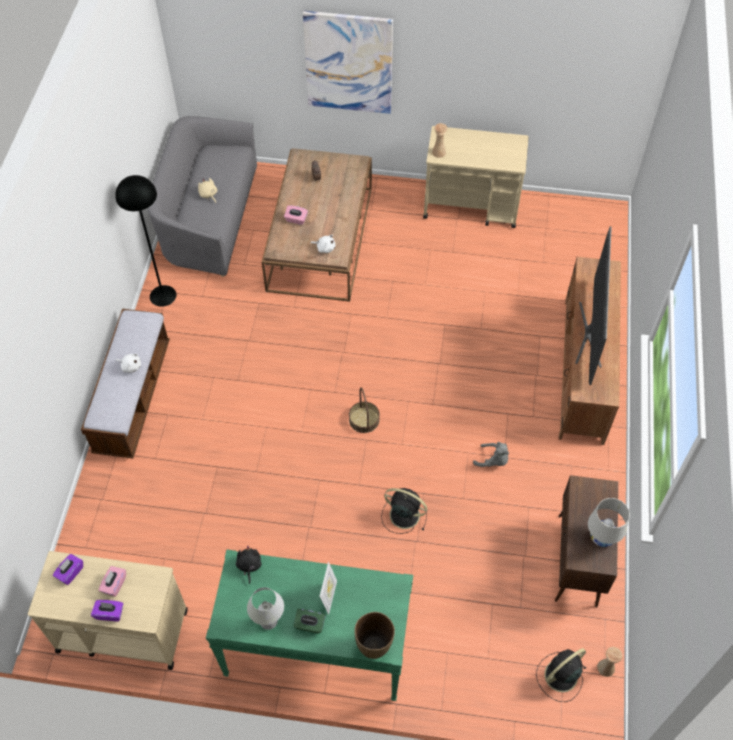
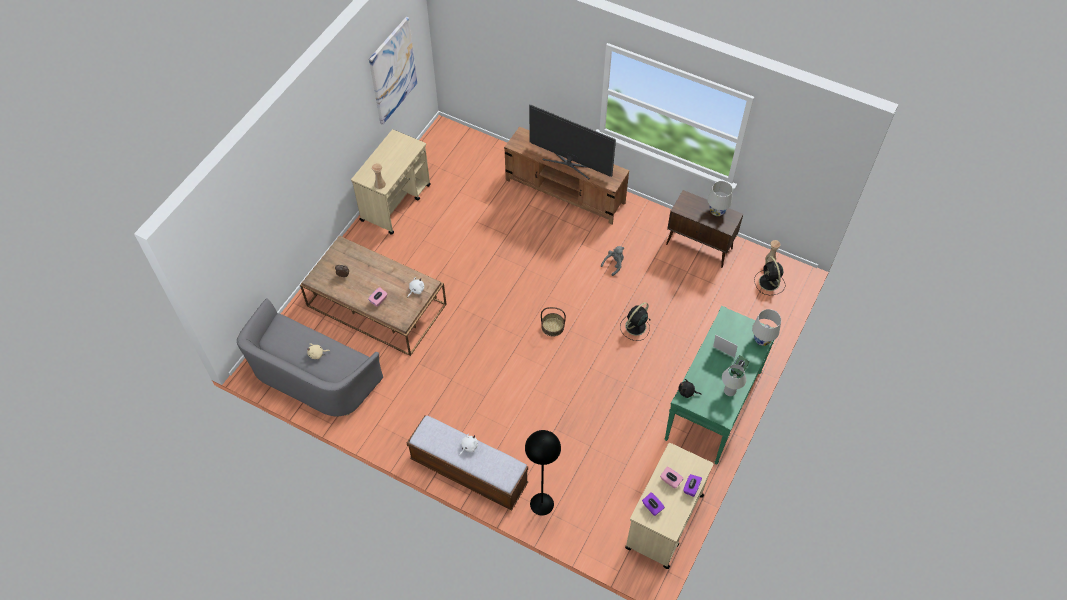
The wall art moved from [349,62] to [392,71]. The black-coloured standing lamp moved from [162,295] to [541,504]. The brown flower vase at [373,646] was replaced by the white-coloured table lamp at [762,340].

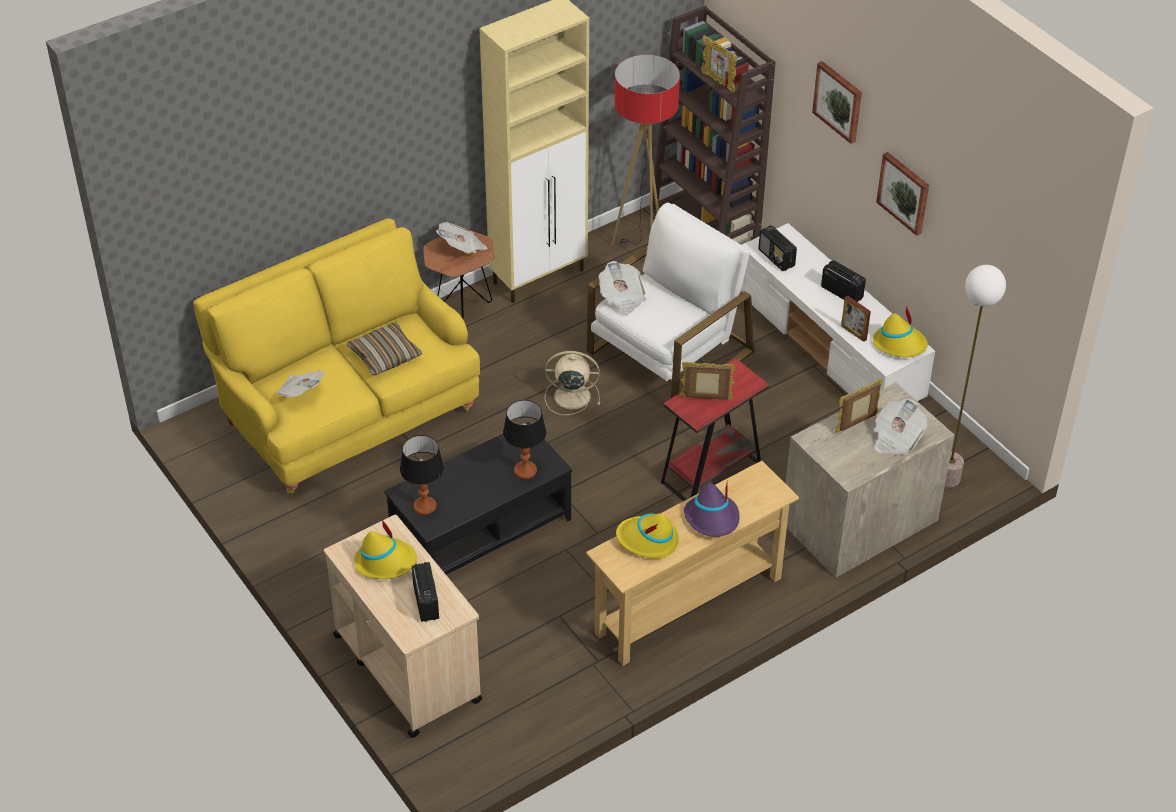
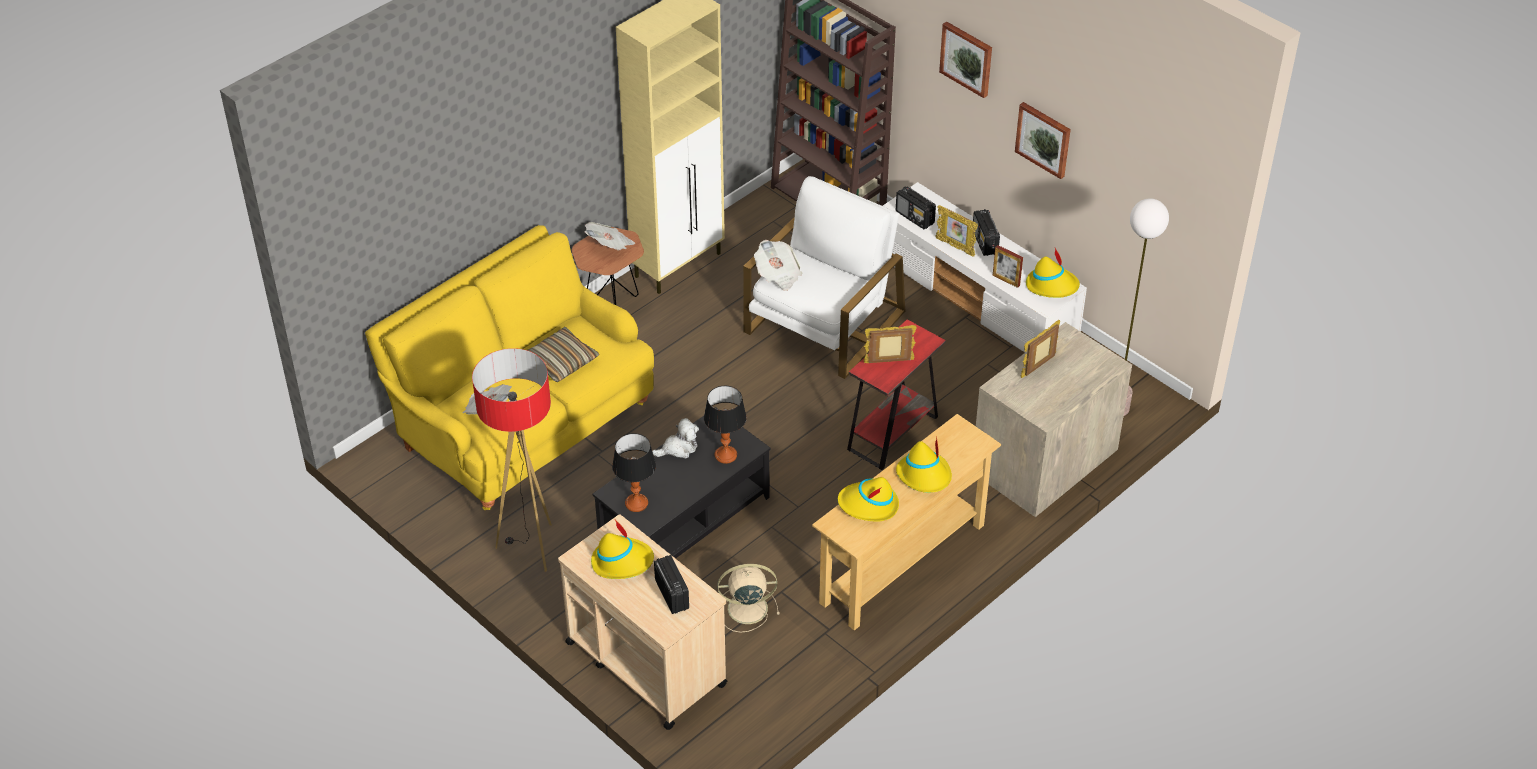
The standing lamp moved from [641,249] to [530,548]. The cuddly toy at [678,448] appeared. The sand-coloured electric fan moved from [570,396] to [745,608]. The purple-coloured wearable hat at [712,518] became the yellow wearable hat at [924,475]. The picture frame moved from [718,82] to [955,247]. The radio receiver at [841,292] turned 135 degrees counterclockwise. The daily paper at [896,438] disappeared.

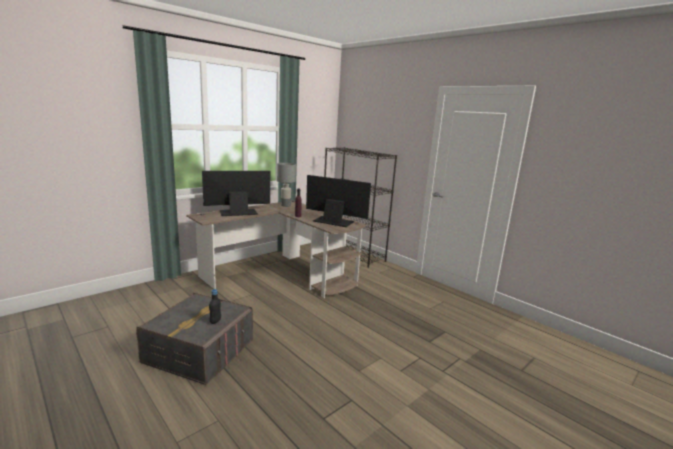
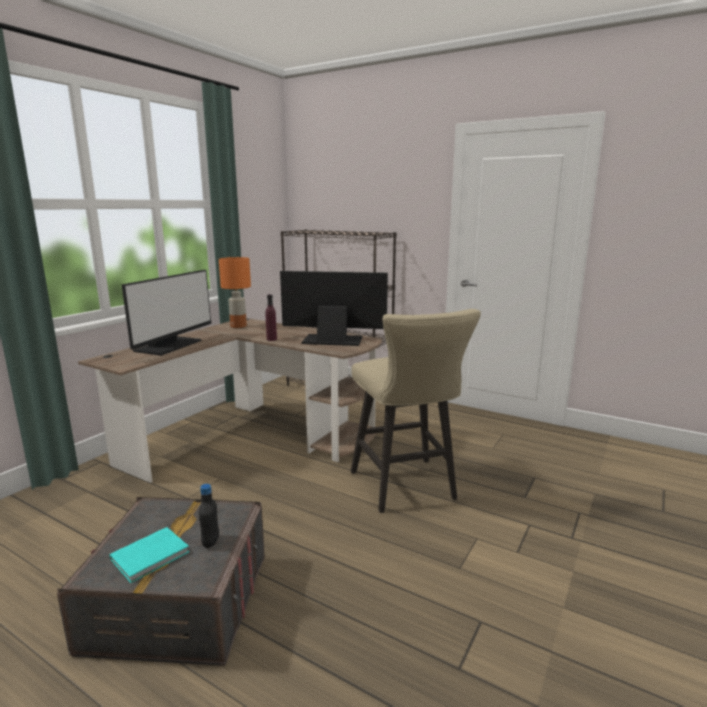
The turquoise-coloured bound book at [152,556] appeared. The computer screen at [238,212] turned 150 degrees clockwise. The grey table lamp at [285,205] became the orangey table lamp at [238,326]. The sand-coloured stool seat at [406,489] appeared.

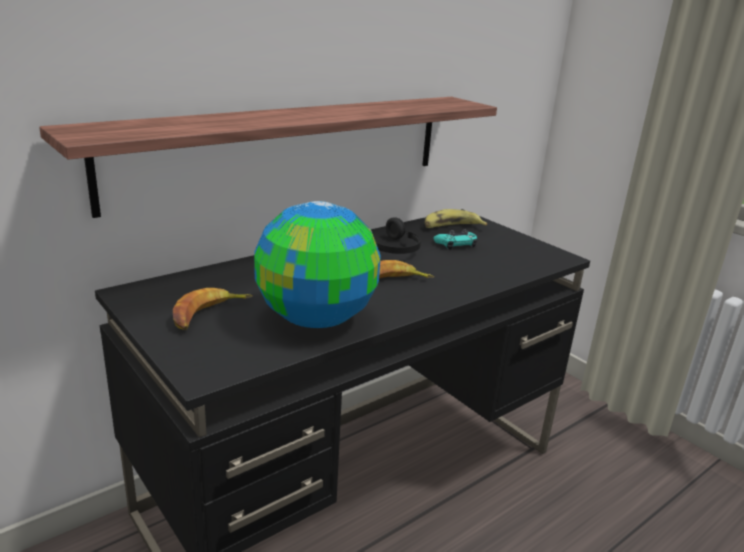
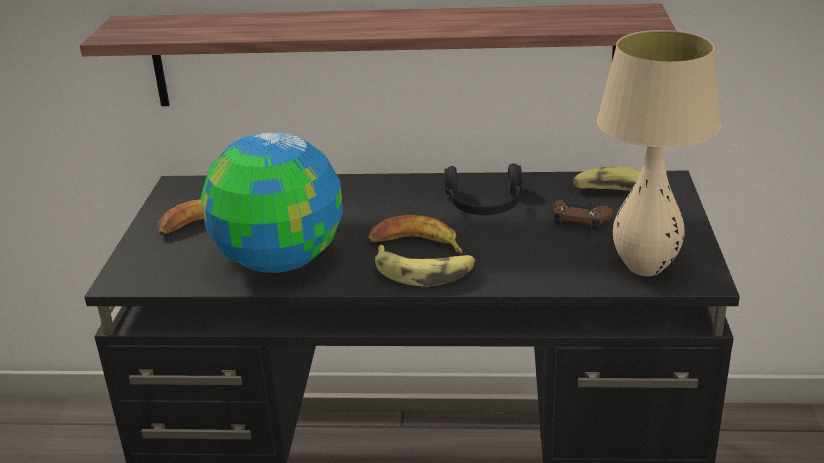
The banana fruit at [424,272] appeared. The turquoise-coloured gamepad at [456,244] became the brown gamepad at [580,219]. The sand-coloured table lamp at [645,268] appeared.

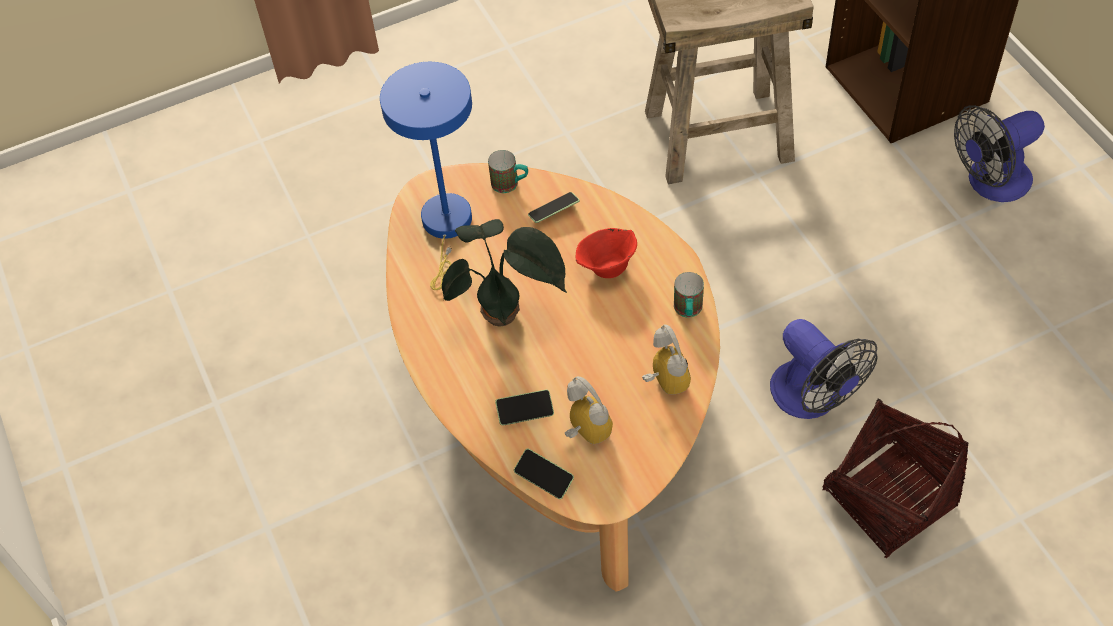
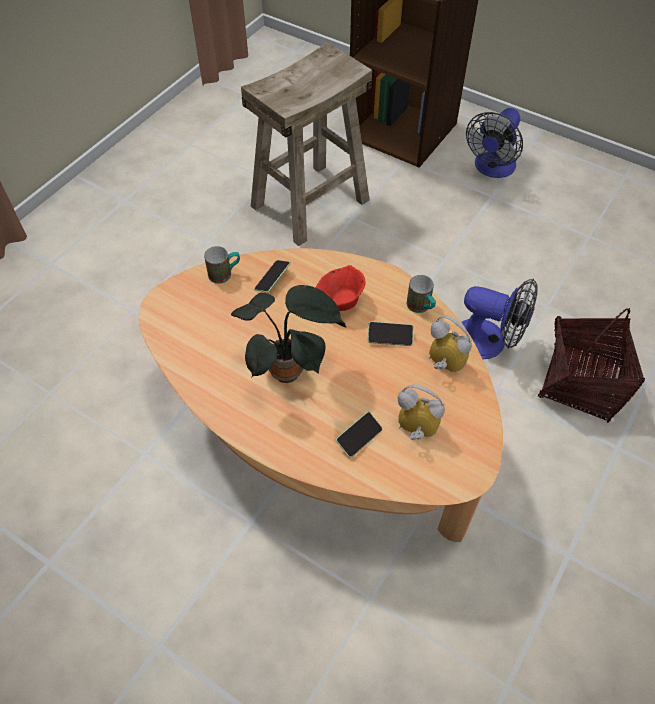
The phone moved from [544,477] to [390,337]. The bluish table lamp at [447,227] disappeared.

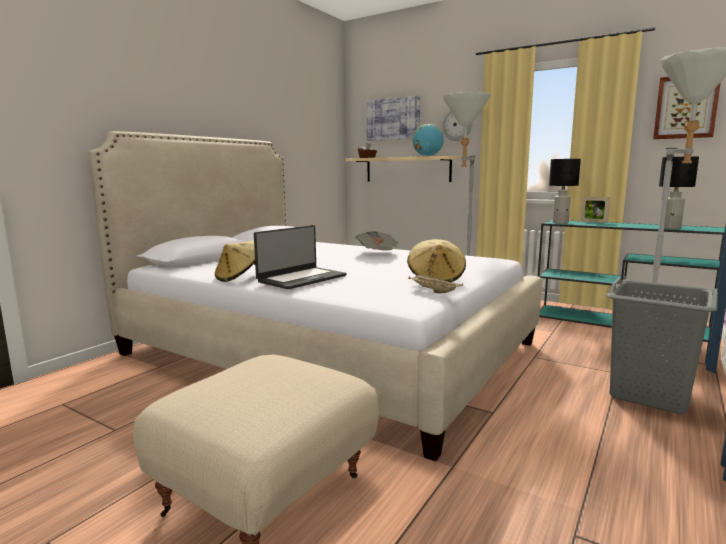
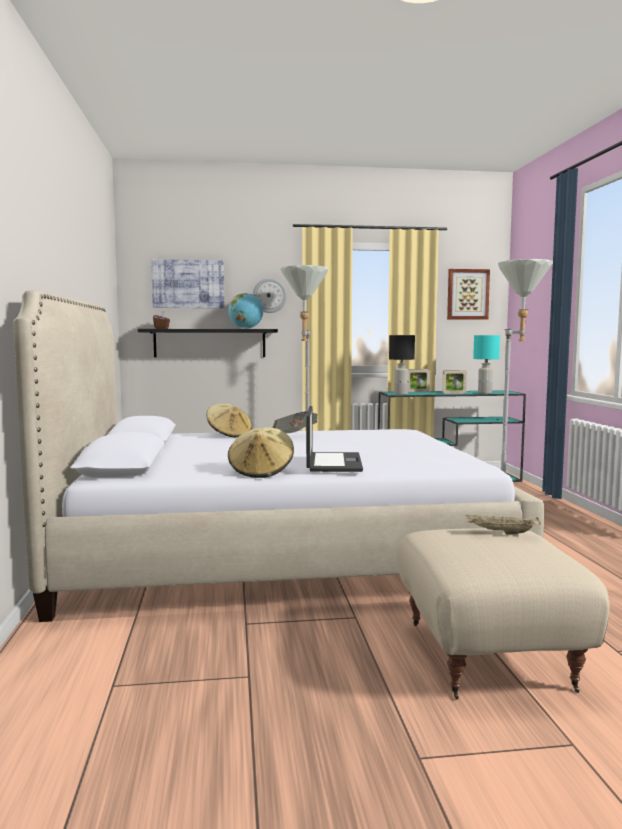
The sand-coloured shelf at [407,169] became the black-coloured shelf at [210,343]. The sand-coloured wearable hat moved from [436,278] to [229,435]. The picture frame at [454,393] appeared. The sand-coloured carrying tray moved from [433,291] to [501,533]. The black-coloured table lamp at [671,228] became the turquoise-coloured table lamp at [485,393]. The grey washing basket at [650,395] disappeared.

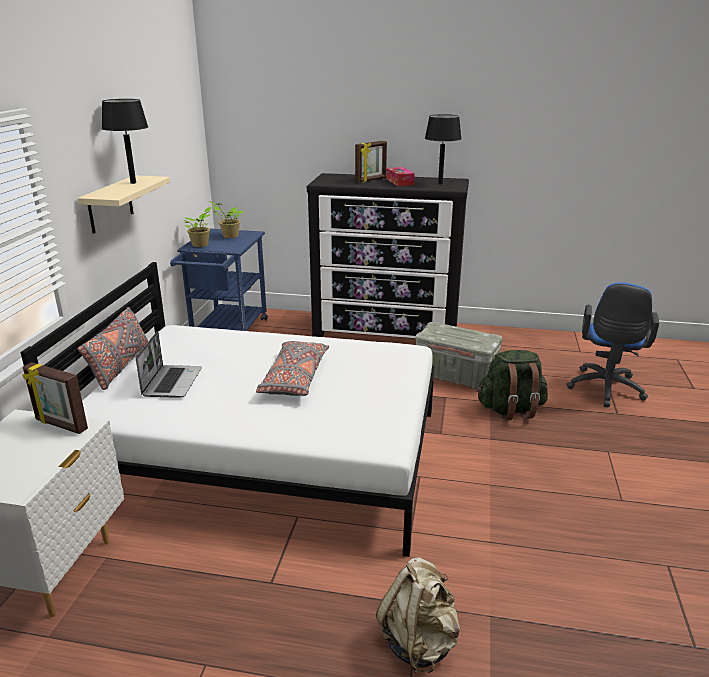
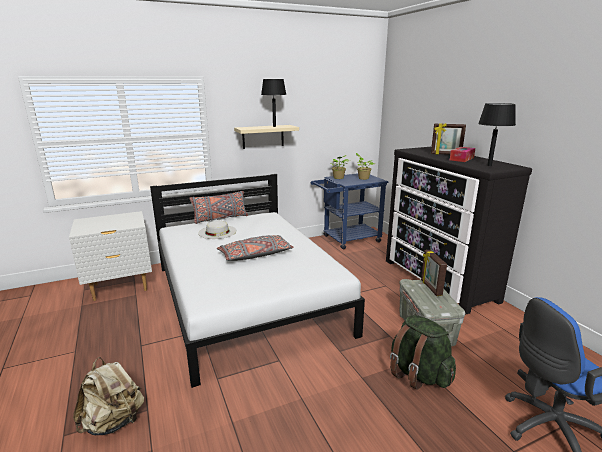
The laptop at [172,382] was replaced by the white-coloured wearable hat at [217,232]. The picture frame moved from [60,425] to [430,288].

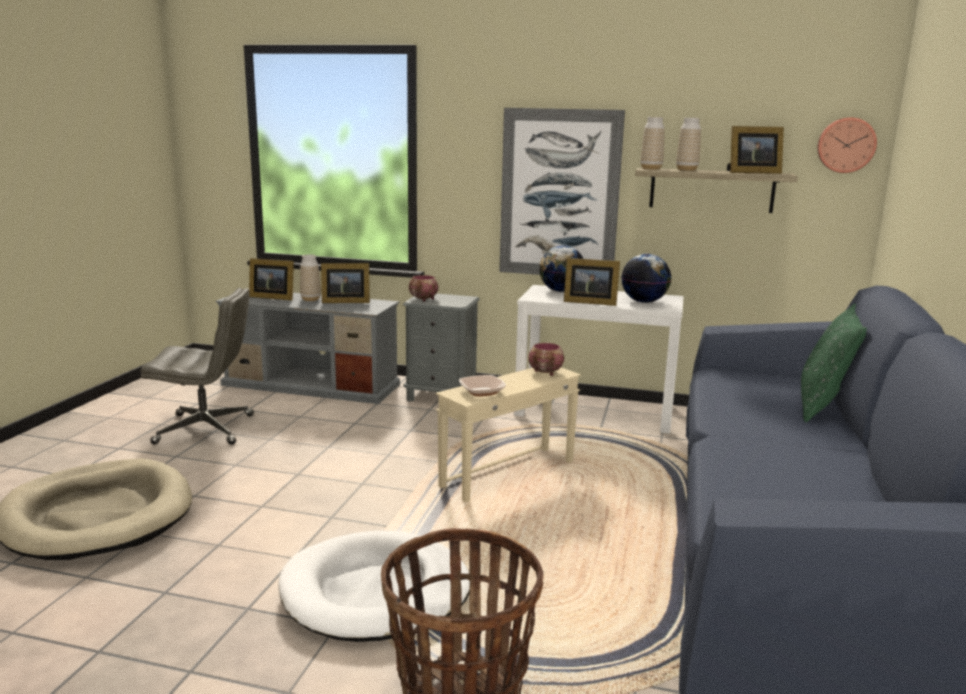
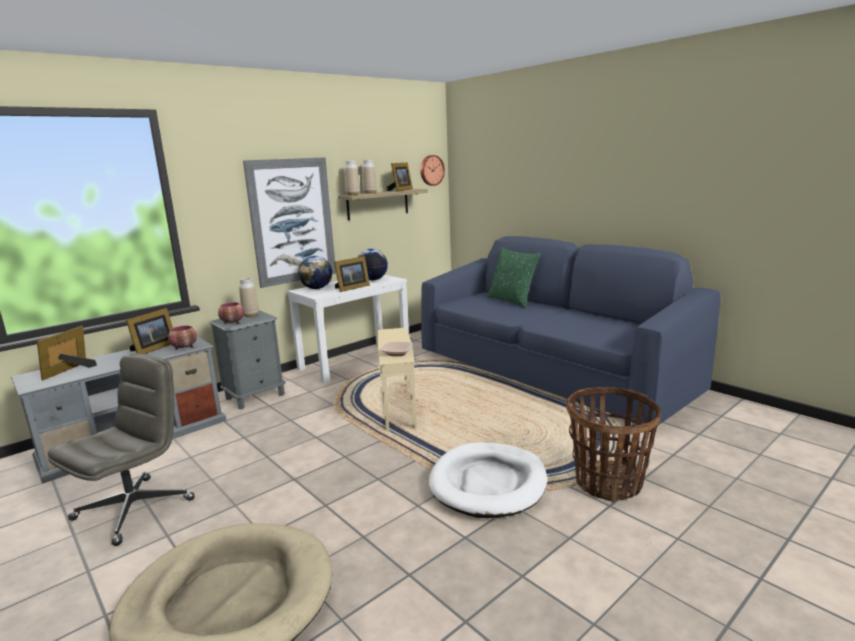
The picture frame at [272,297] turned 150 degrees clockwise. The bowl moved from [546,373] to [185,347]. The flower vase moved from [310,299] to [250,315].

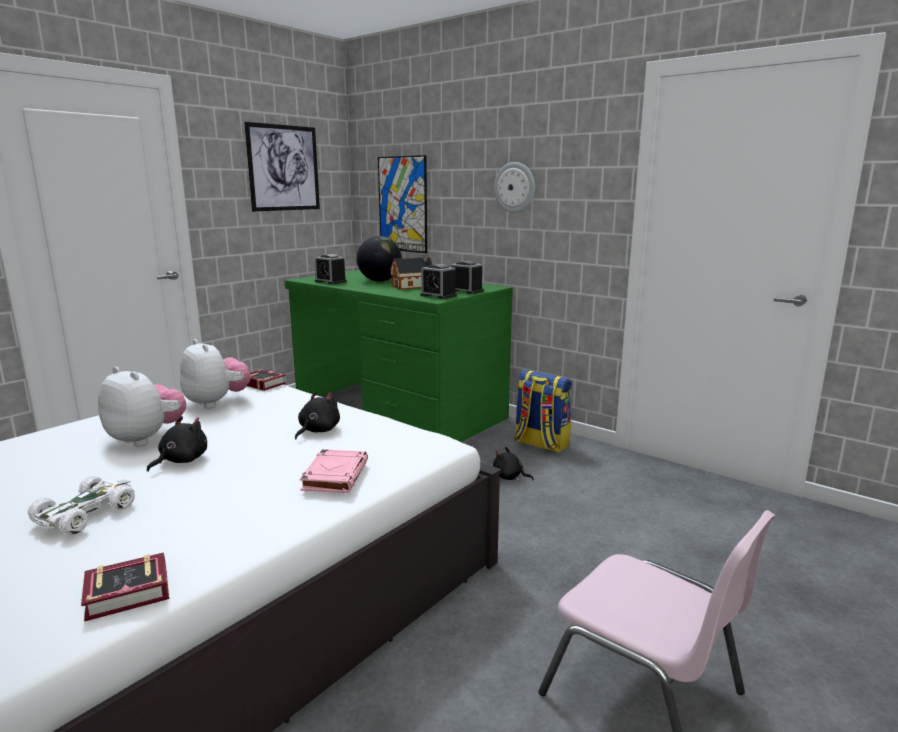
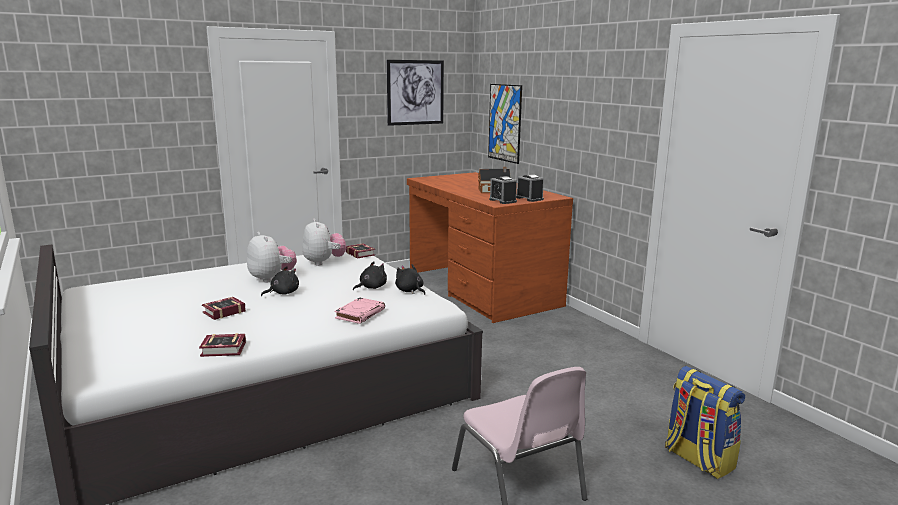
The white-coloured miniature car at [86,513] was replaced by the bound book at [222,312]. The black-coloured cuddly toy moved from [509,477] to [410,291]. The green desk table at [398,410] became the brown desk table at [481,289]. The rucksack moved from [540,444] to [697,459]. The table clock at [330,282] disappeared. The world globe at [380,281] disappeared. The wall clock at [515,187] disappeared.

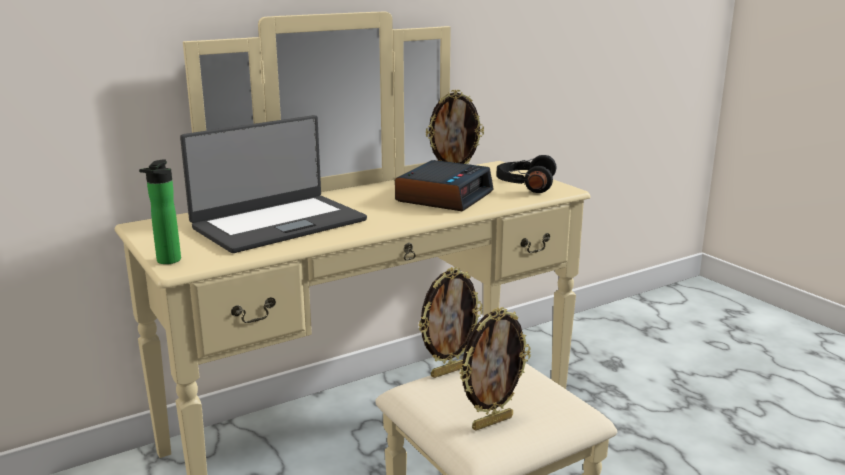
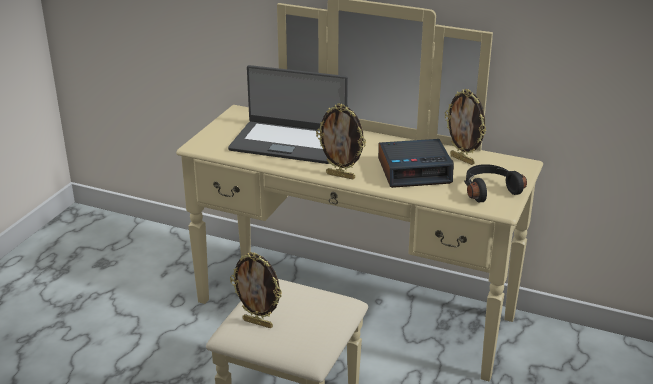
The picture frame moved from [448,371] to [341,175]. The drink bottle at [167,261] disappeared.

